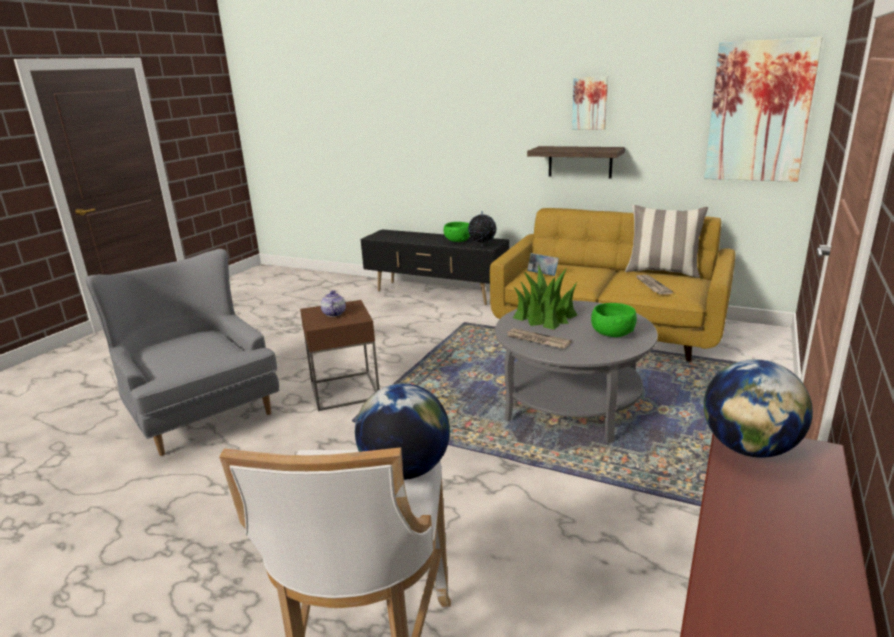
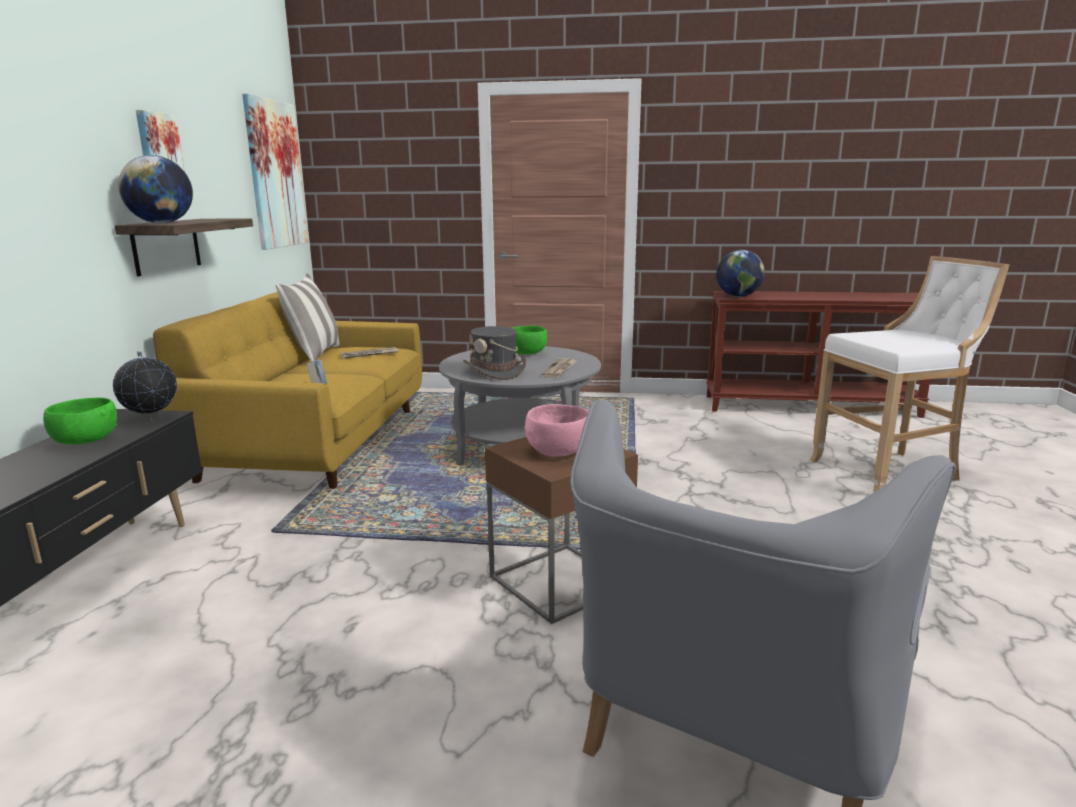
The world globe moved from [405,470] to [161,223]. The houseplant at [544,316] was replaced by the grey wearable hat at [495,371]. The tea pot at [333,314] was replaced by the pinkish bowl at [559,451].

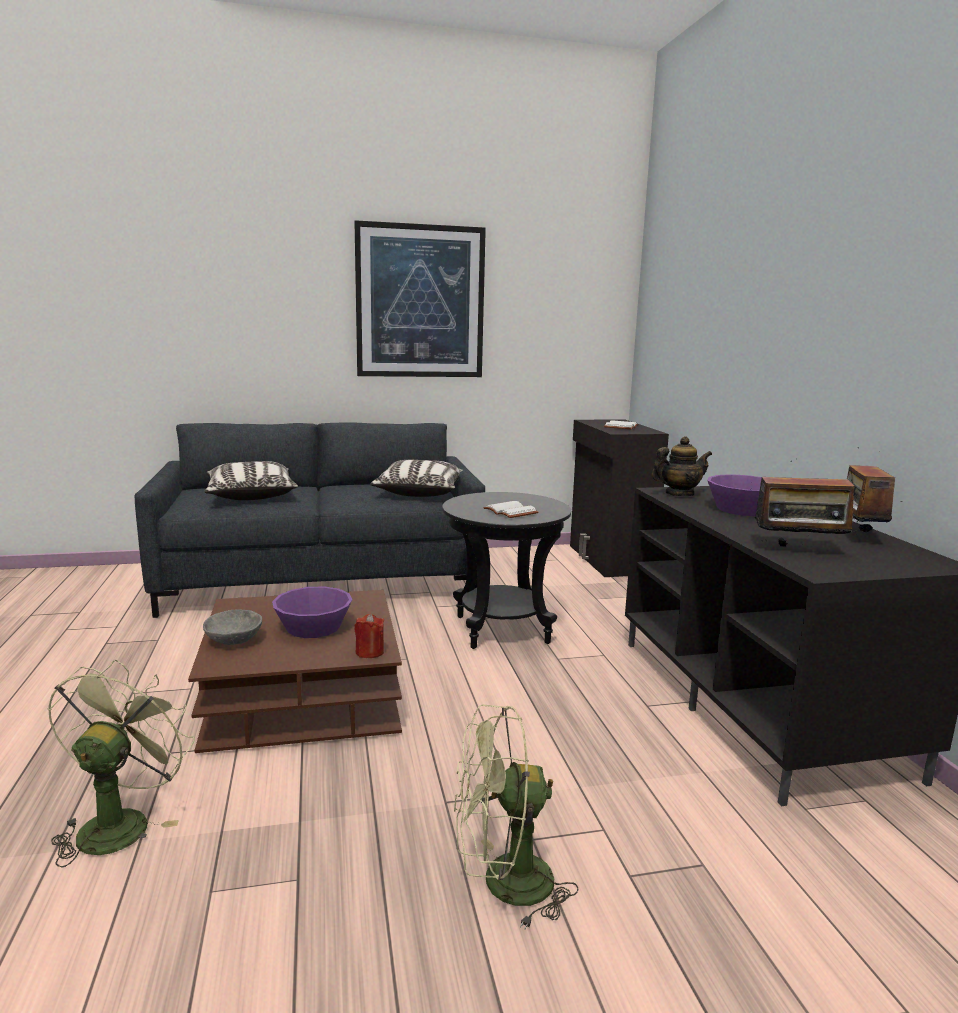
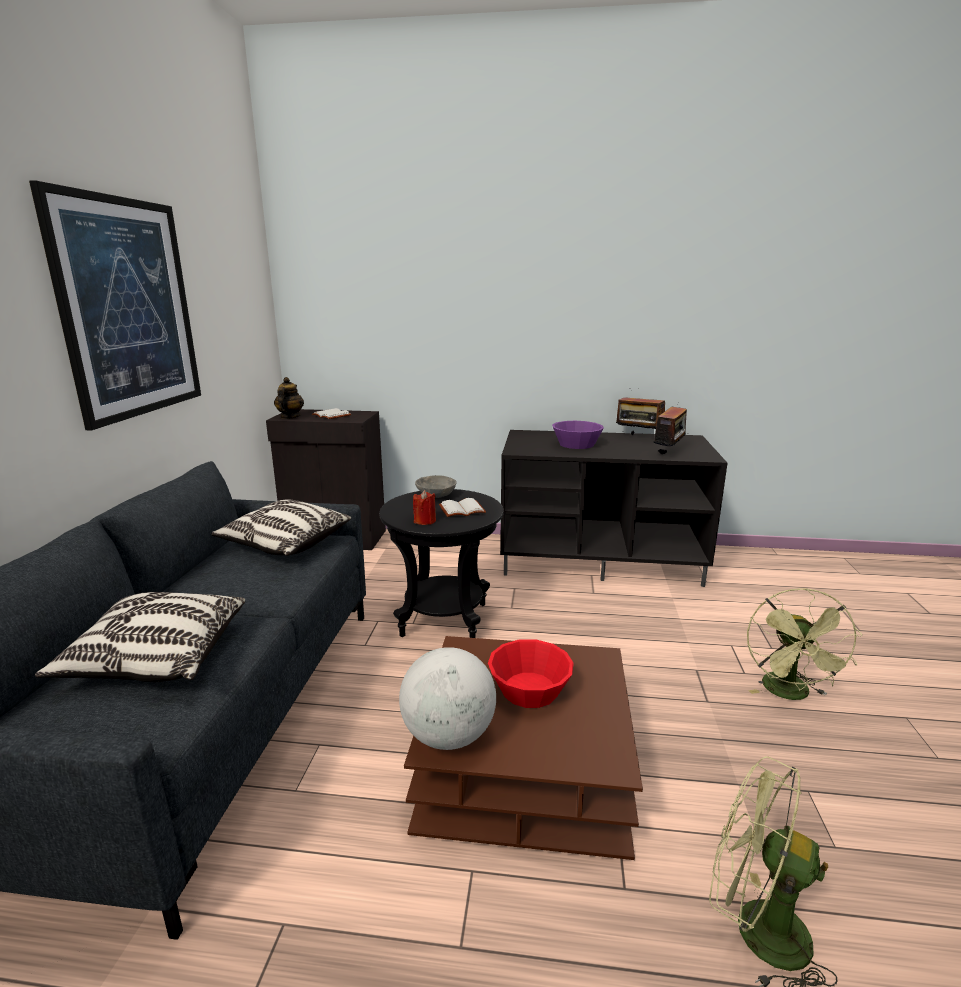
The tea pot moved from [678,494] to [290,417]. The world globe at [448,736] appeared. The red-coloured candle moved from [369,652] to [425,521]. The grey bowl moved from [234,640] to [435,495]. The purple-coloured bowl at [313,627] became the red-coloured bowl at [530,689].

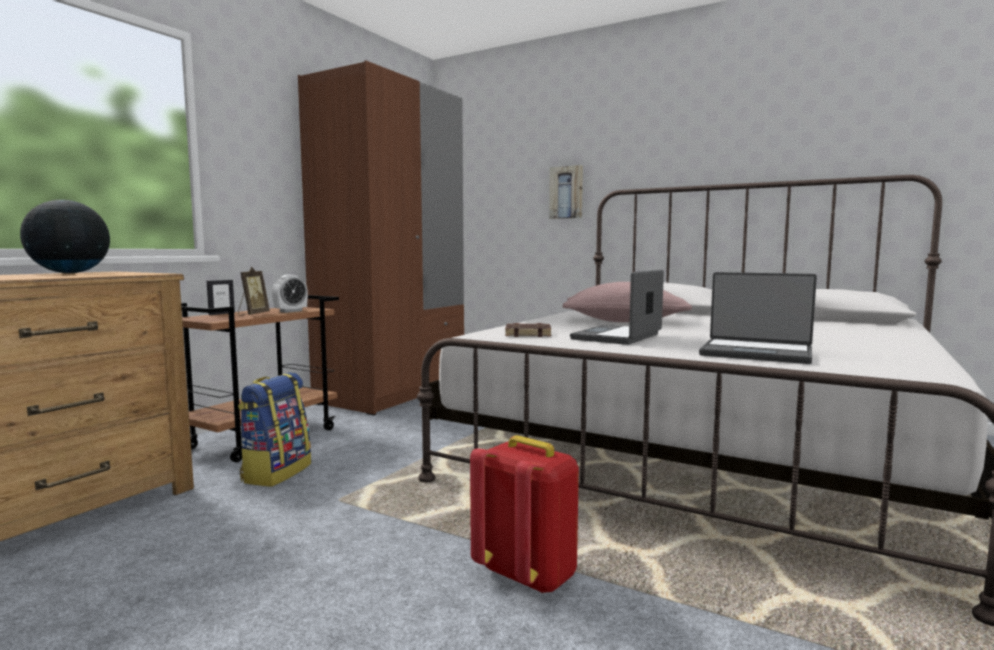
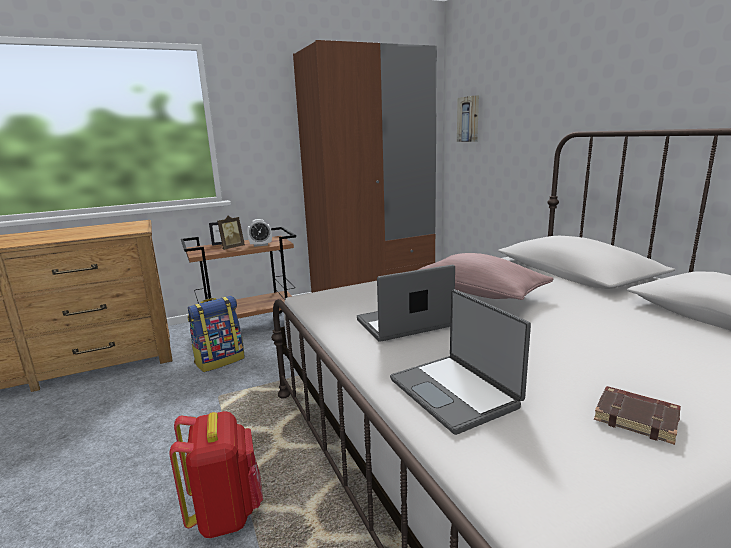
The wall art moved from [566,192] to [469,119]. The brown bound book moved from [528,334] to [637,418]. The world globe at [69,273] disappeared.

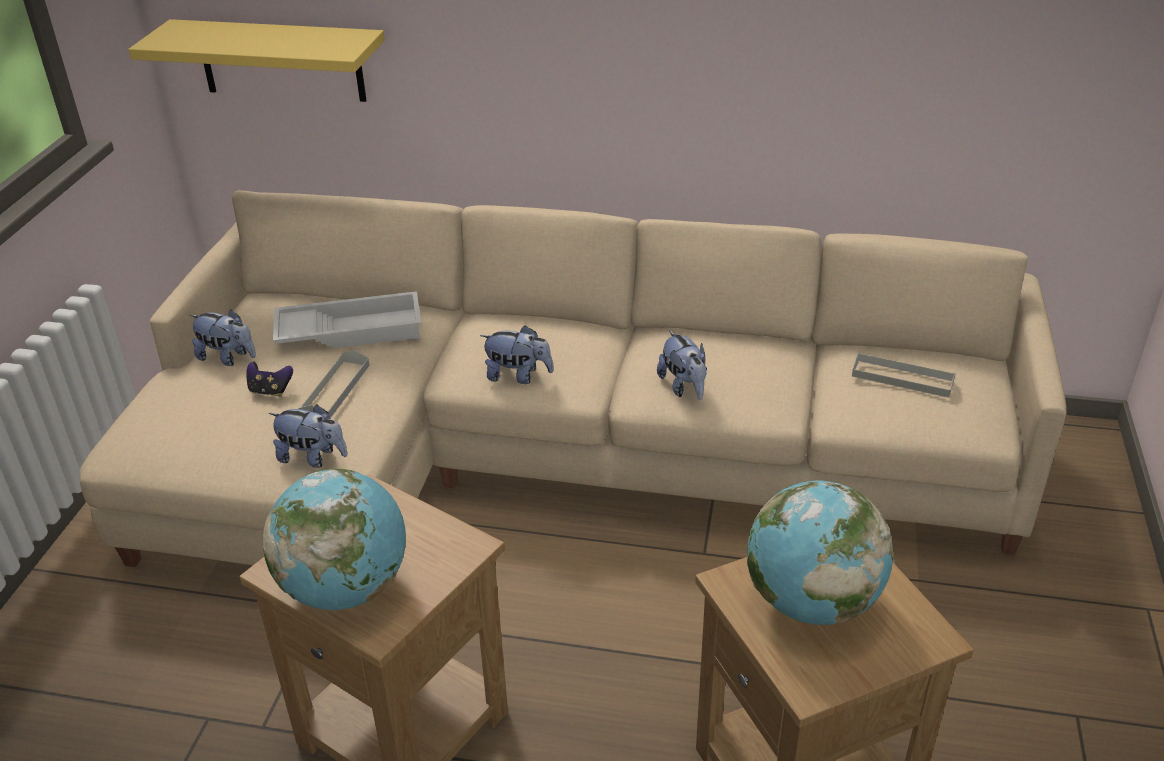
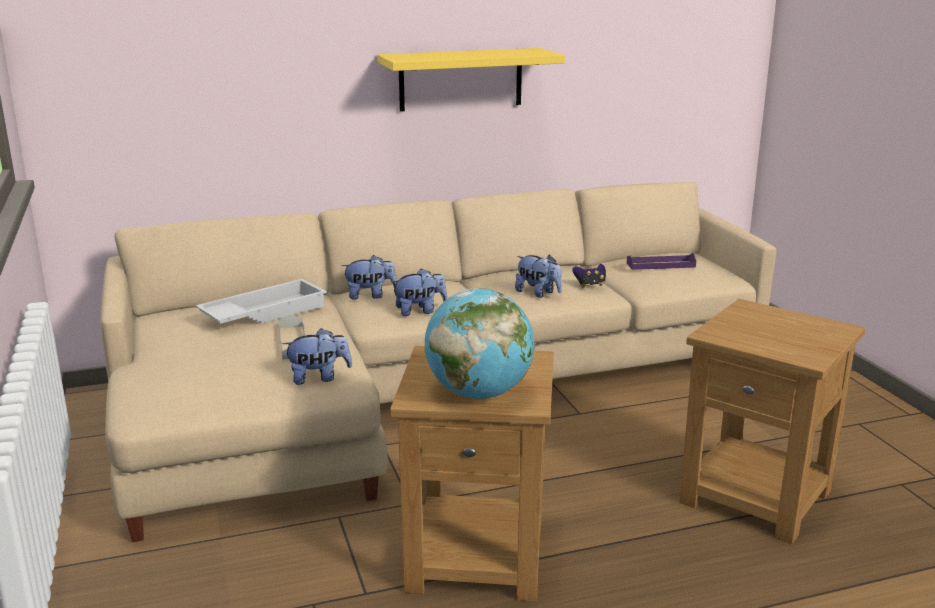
The cuddly toy moved from [228,358] to [370,296]. The yellow shelf moved from [281,60] to [461,79]. The gamepad moved from [270,391] to [590,285]. The grey carrying tray at [902,378] became the purple-coloured carrying tray at [660,265]. The world globe at [811,602] disappeared.

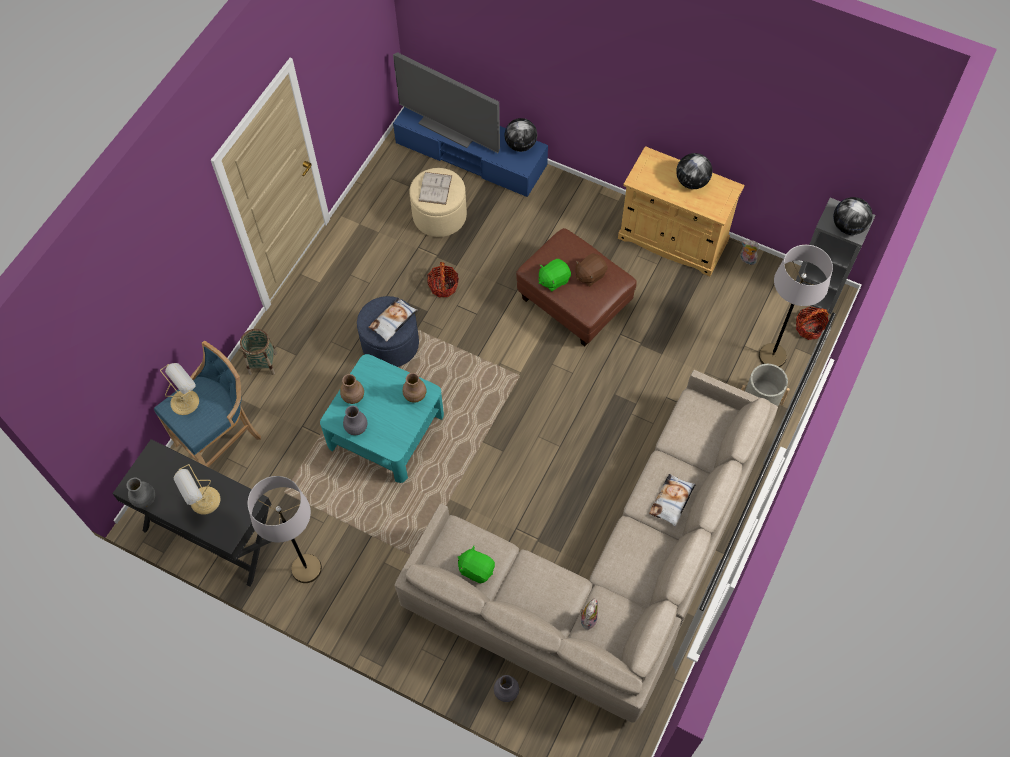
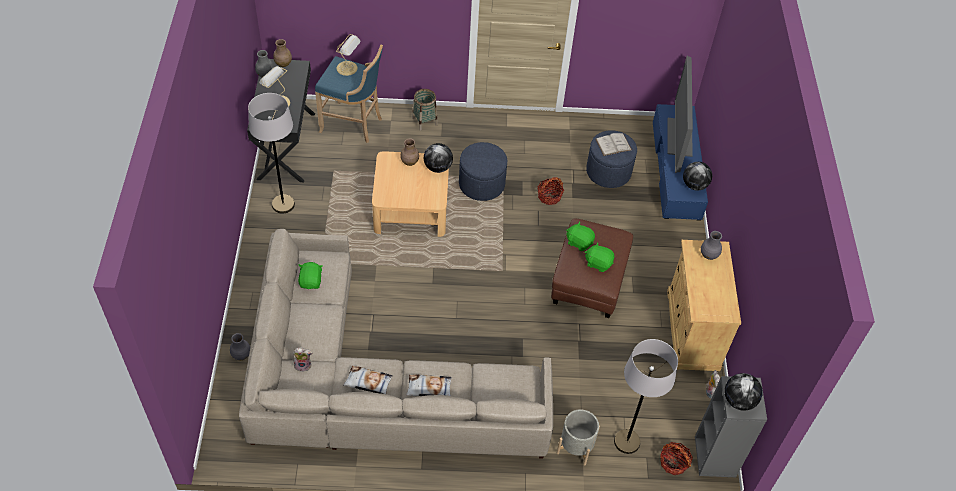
The brown flower vase moved from [415,395] to [283,63]. The cushion moved from [393,321] to [368,382]. The turquoise-coloured coffee table at [386,430] became the sand-coloured coffee table at [410,208]. The world globe moved from [692,182] to [438,167]. The brown cuddly toy at [590,275] became the green cuddly toy at [598,263]. The sand-coloured pouffe at [439,215] became the bluish pouffe at [608,172]. The grey flower vase moved from [356,428] to [708,255].

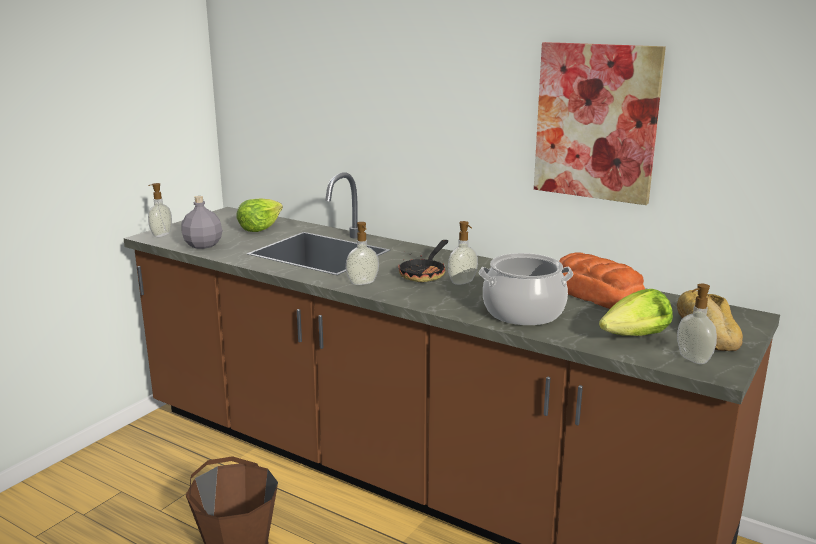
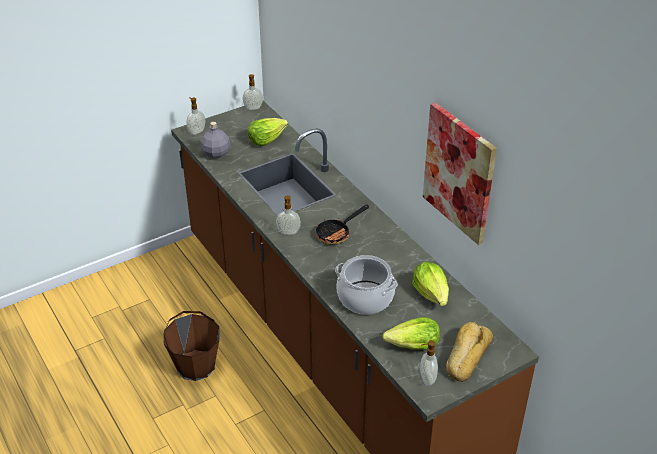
The liquid soap bottle moved from [463,282] to [253,108]. The bread at [596,295] was replaced by the lettuce at [431,294].

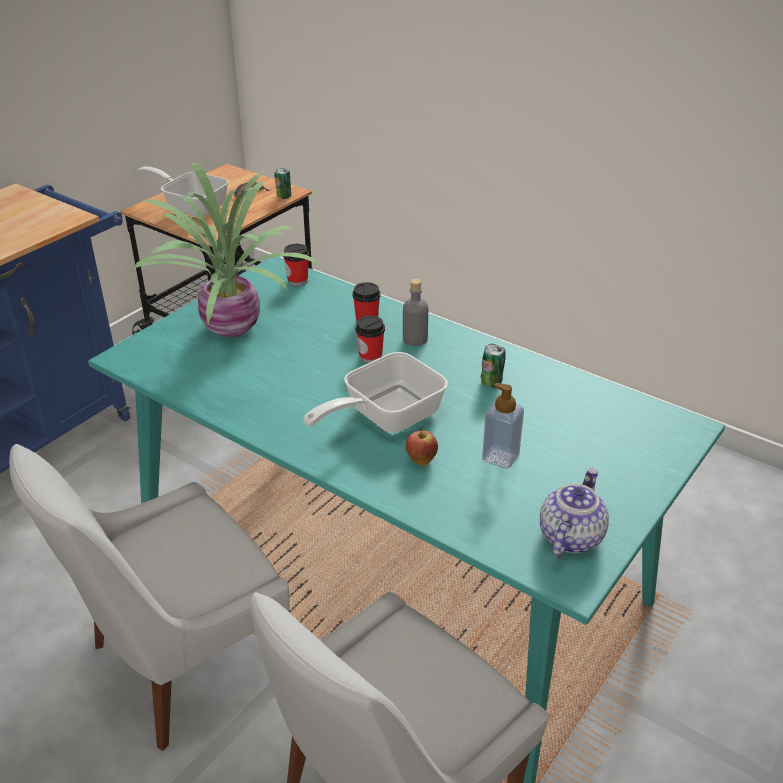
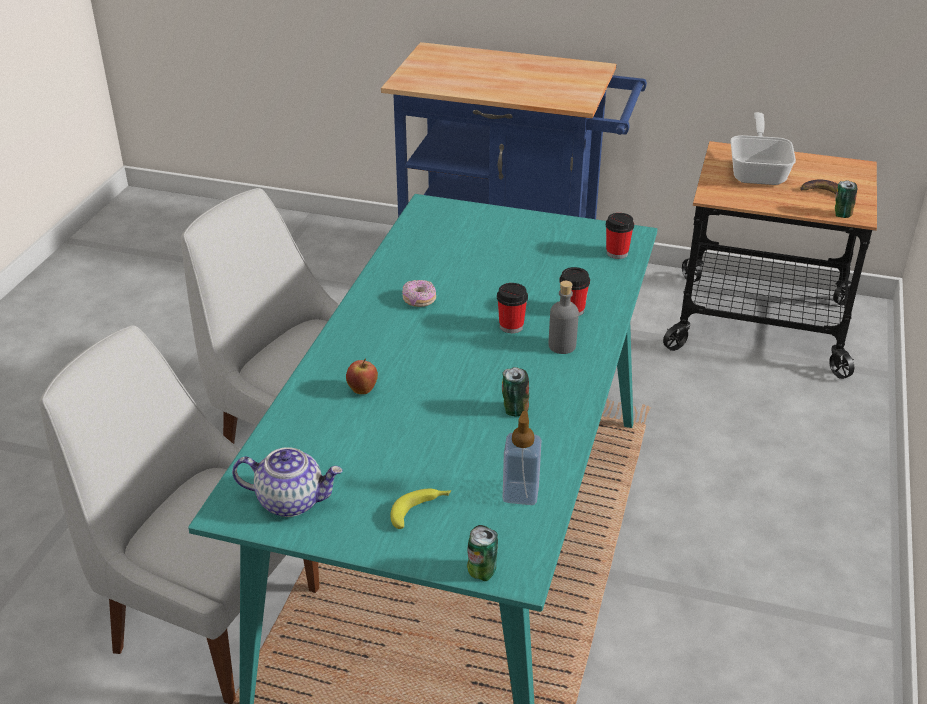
The banana fruit at [421,510] appeared. The donut at [419,300] appeared. The can at [481,572] appeared. The liquid soap bottle moved from [500,457] to [520,493]. The houseplant at [229,329] disappeared. The pan at [384,416] disappeared.

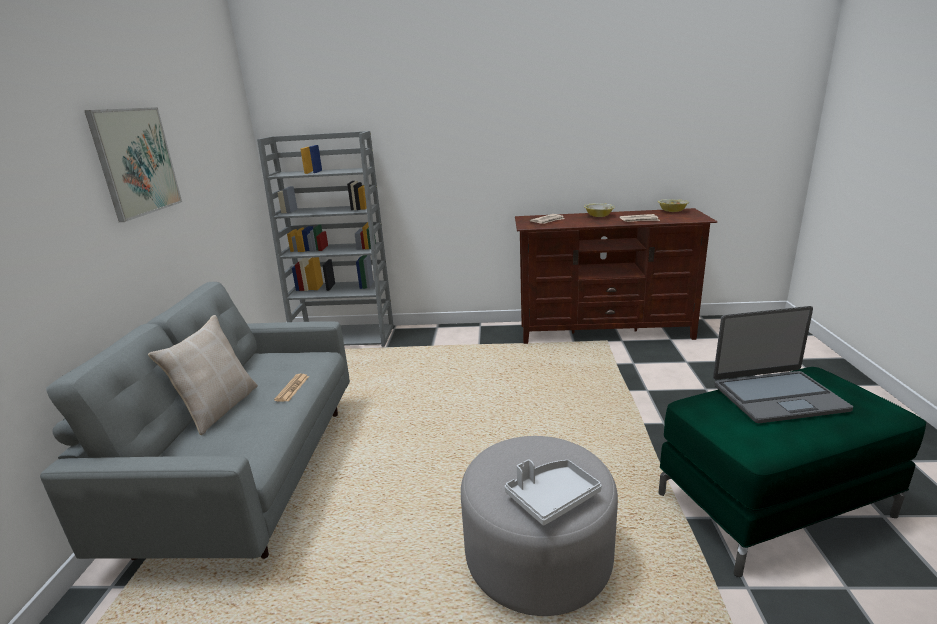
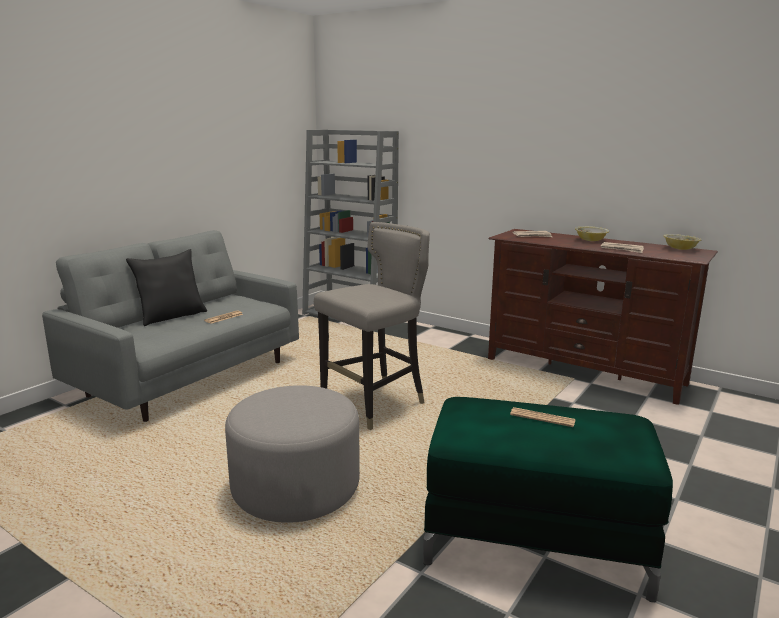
The sand-coloured cushion at [219,408] became the black-coloured cushion at [171,316]. The grey stool seat at [375,404] appeared. The laptop at [777,397] was replaced by the daily paper at [542,418]. The wall art at [136,162] disappeared. The grey carrying tray at [552,498] disappeared.

